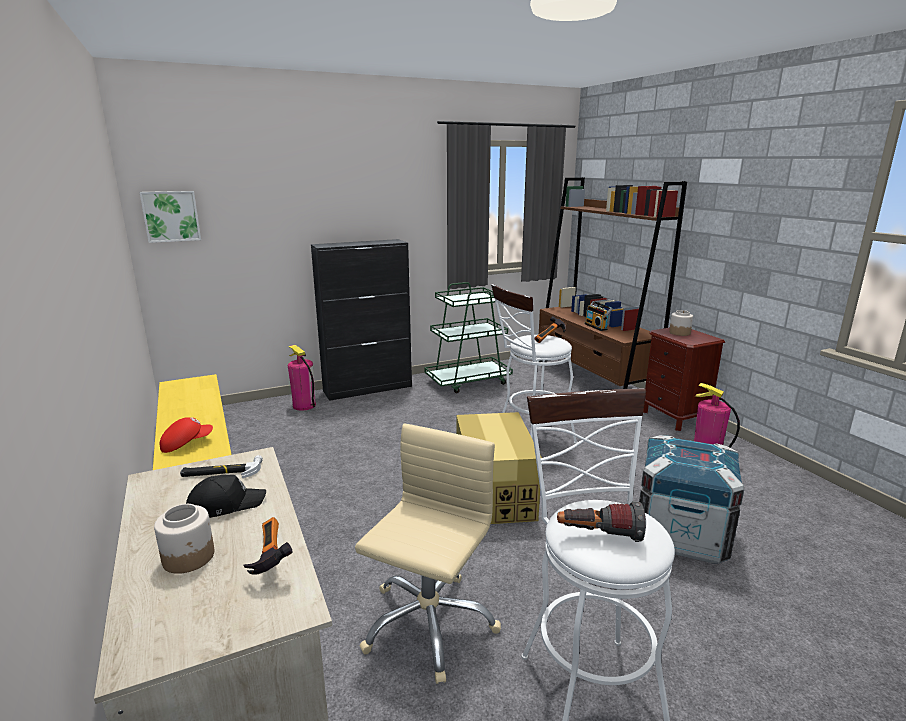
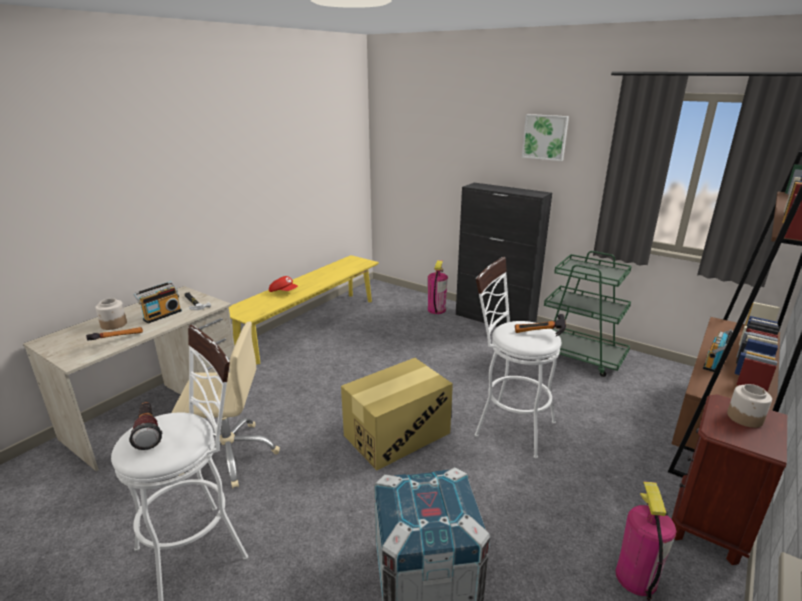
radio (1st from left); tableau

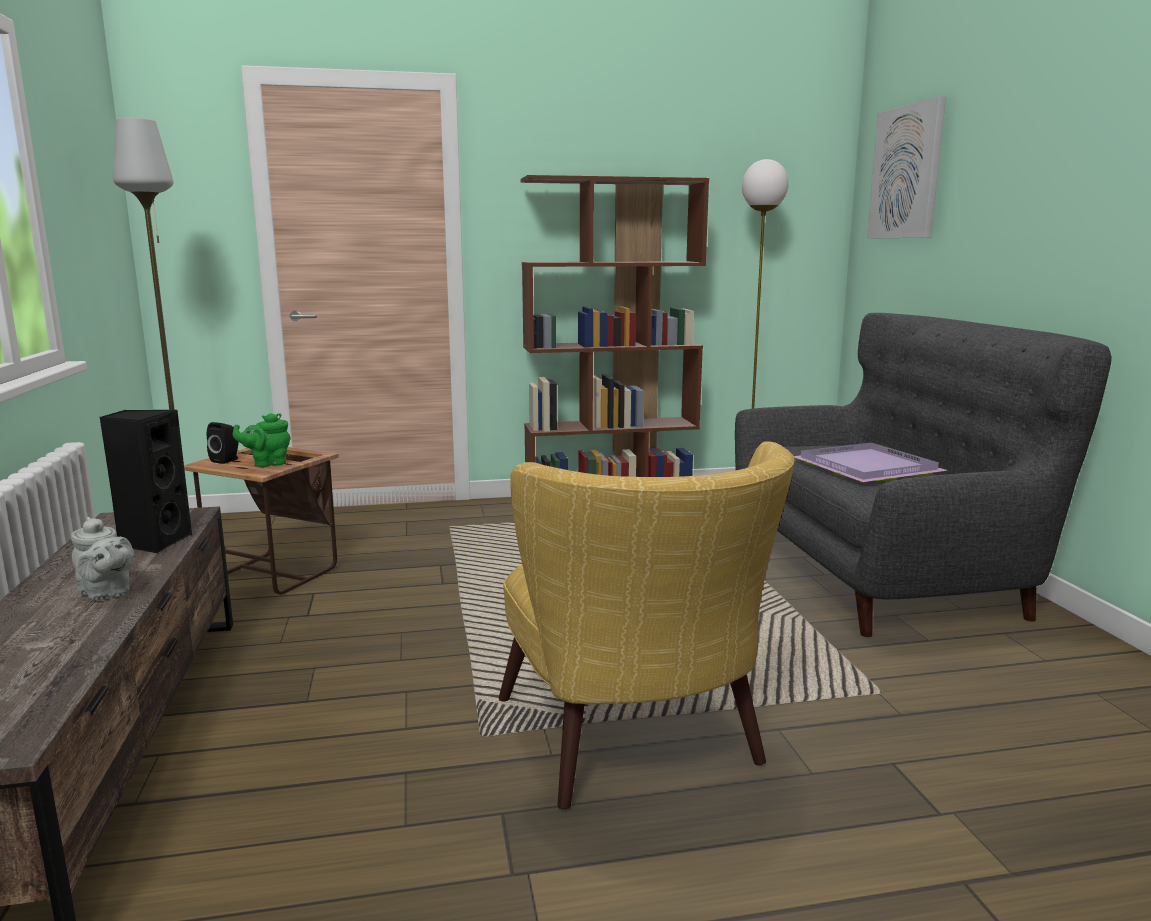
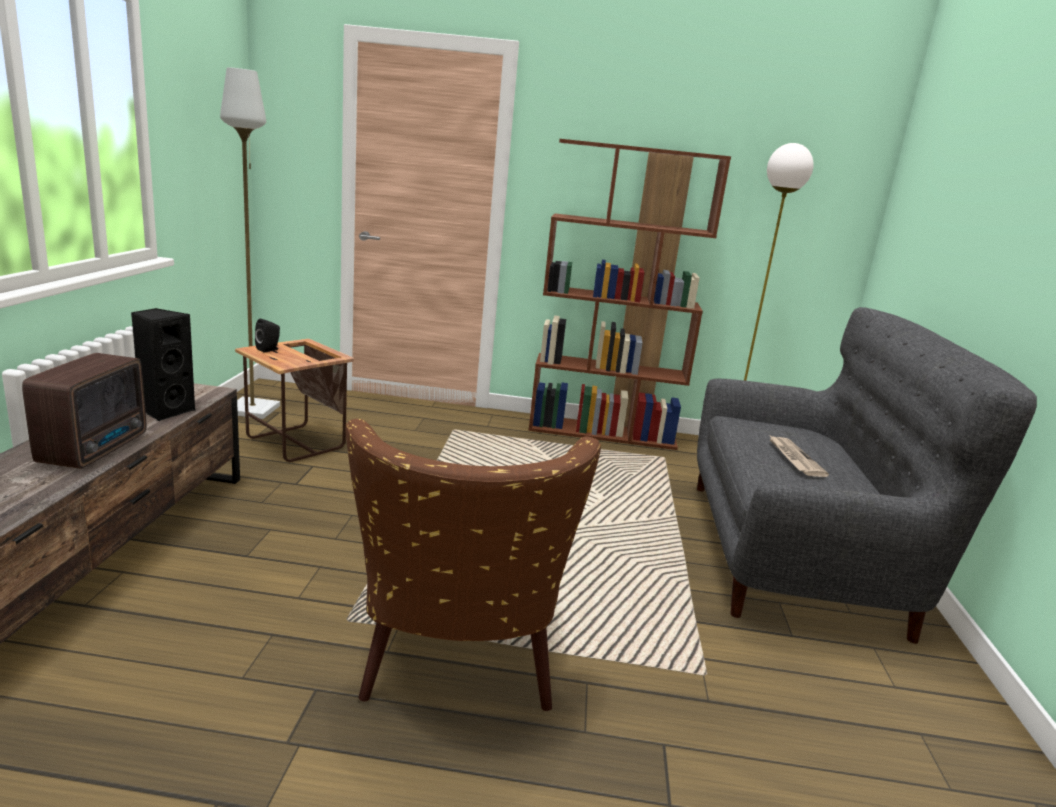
radio; fauteuil (marron); journal; théière (vert); tableau

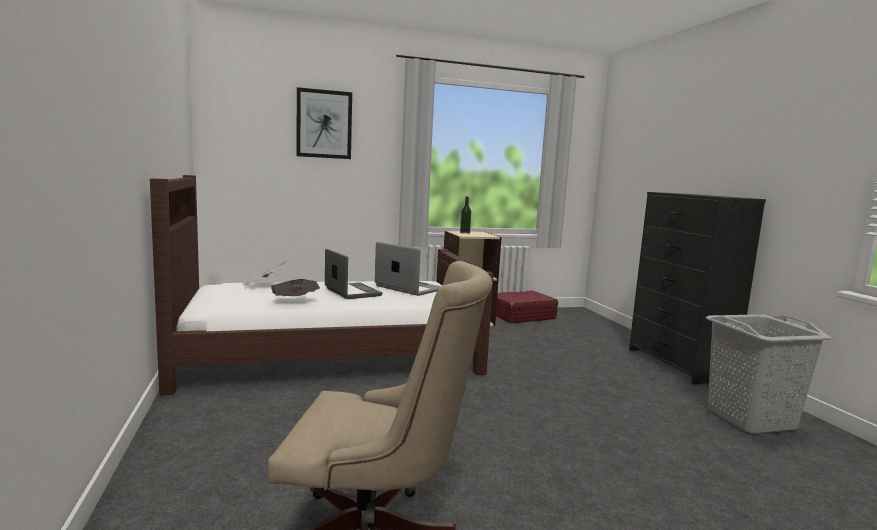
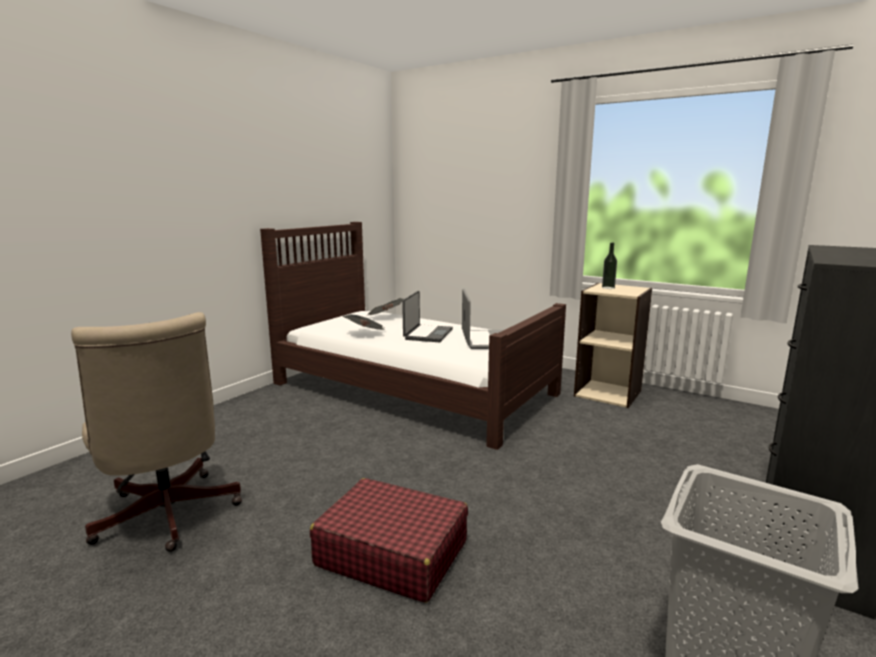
valise (rouge); tableau

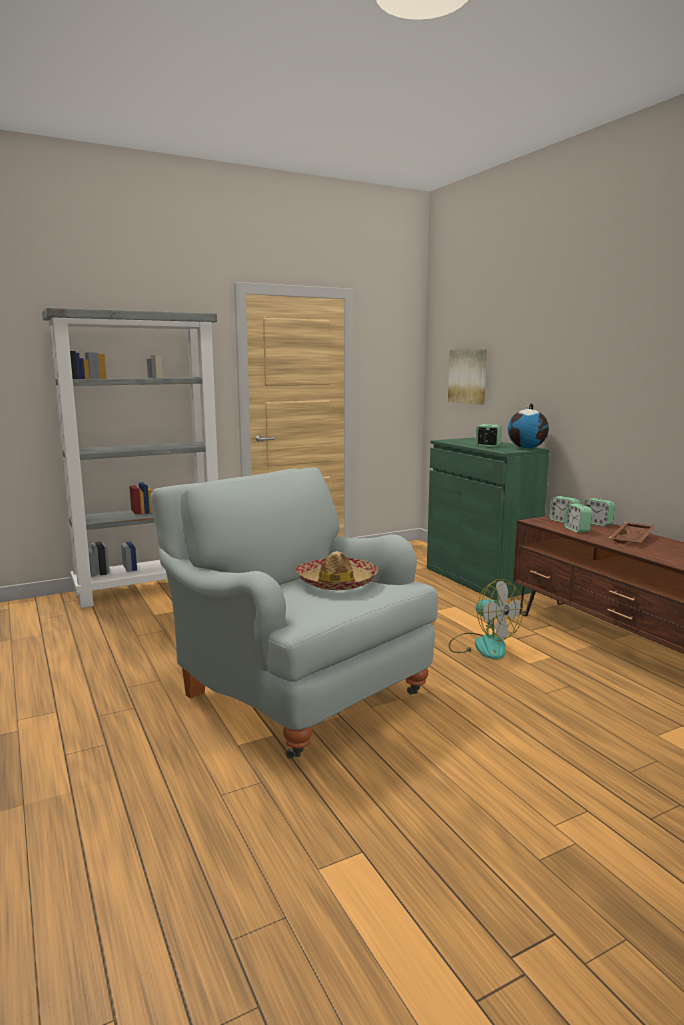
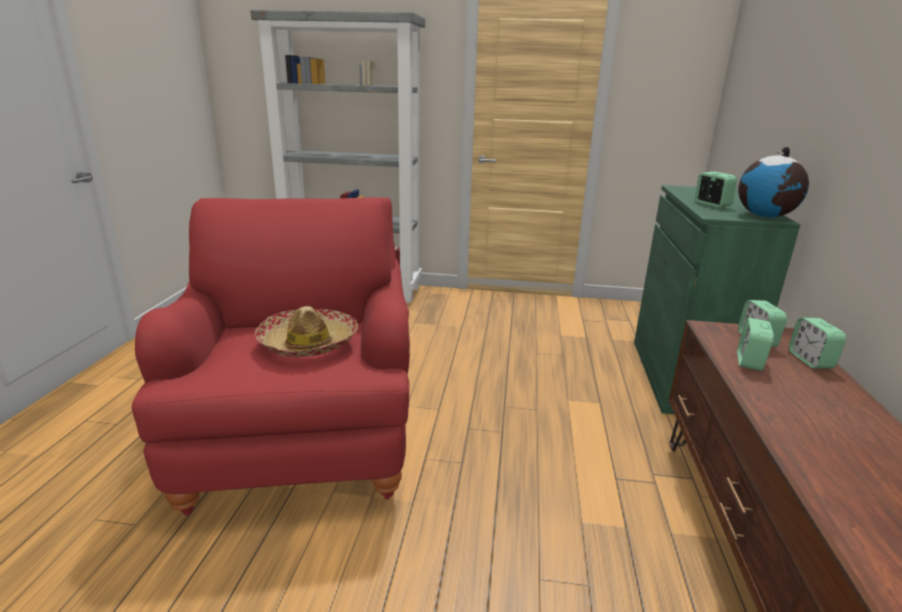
fauteuil (rouge); tableau; ventilateur; plateau (marron)

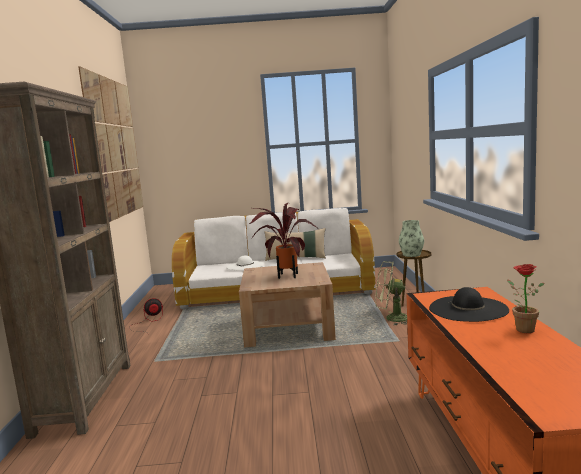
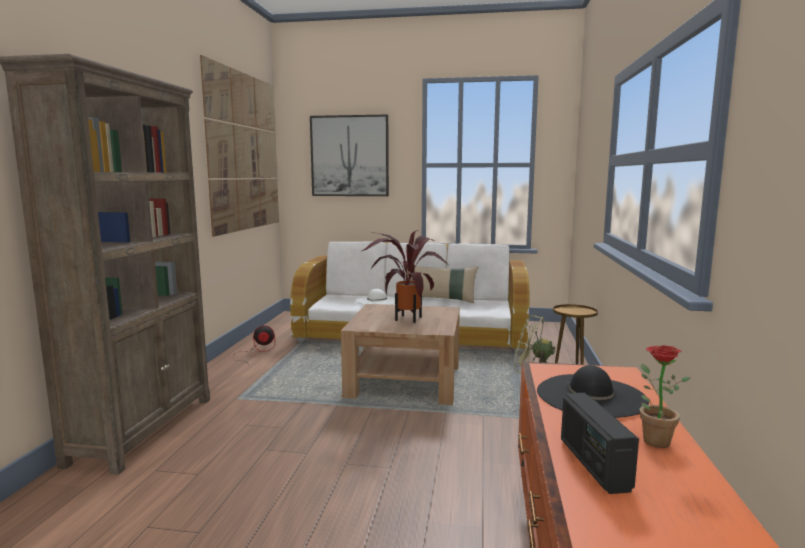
tableau (2nd from left); radio; vase

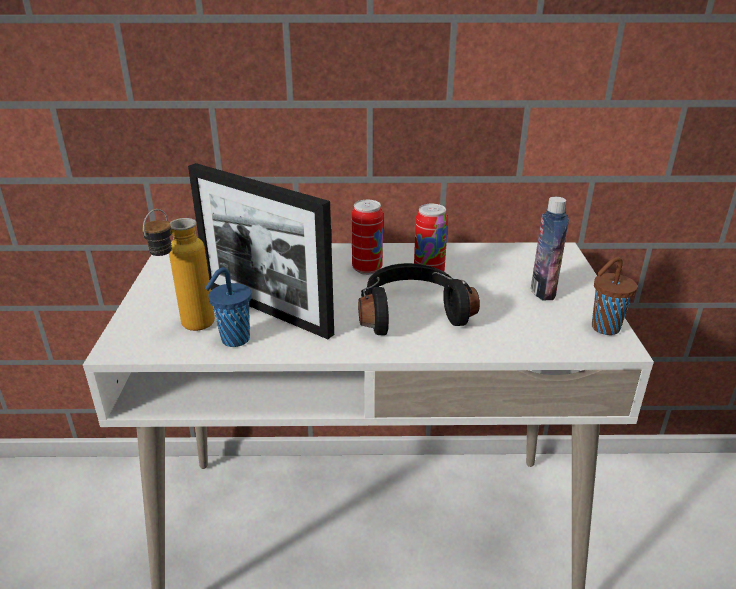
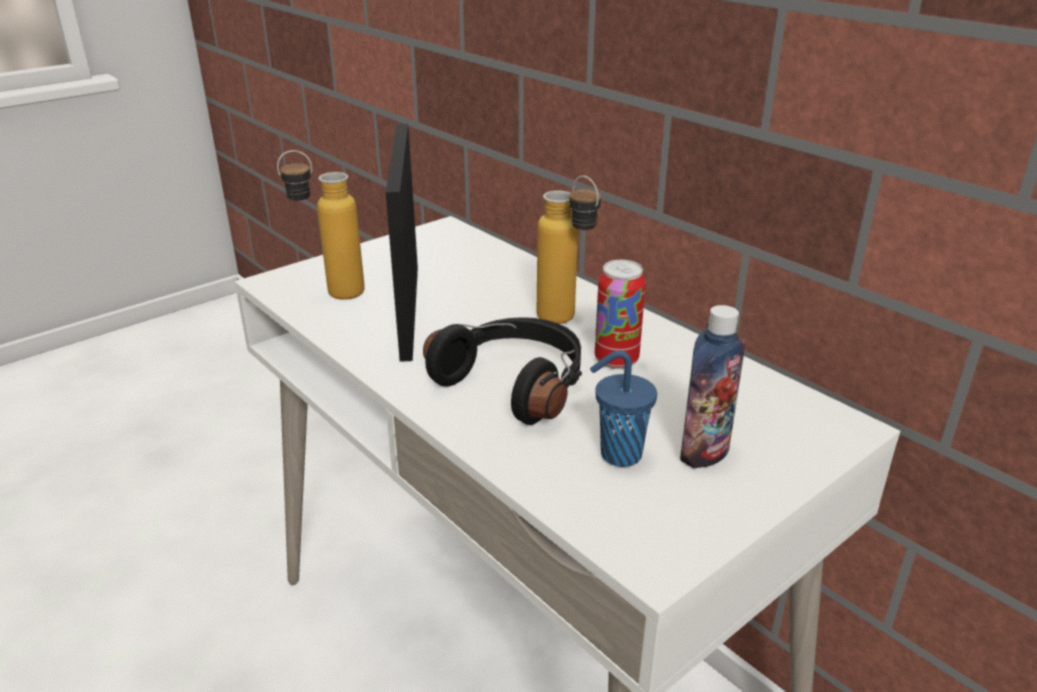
bouteille (2nd from left); tasse (bleu); tasse (marron)

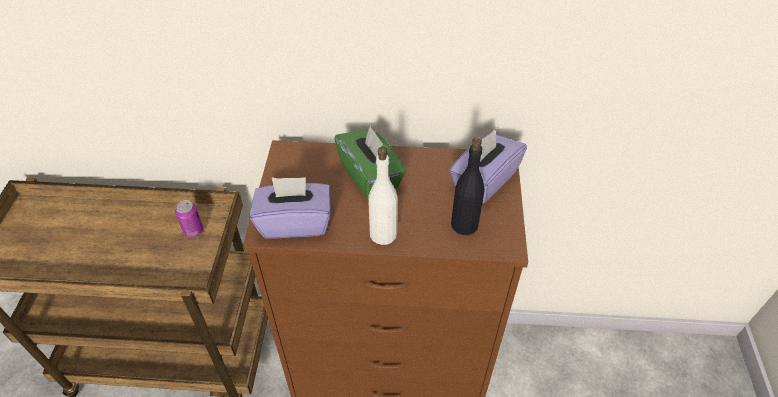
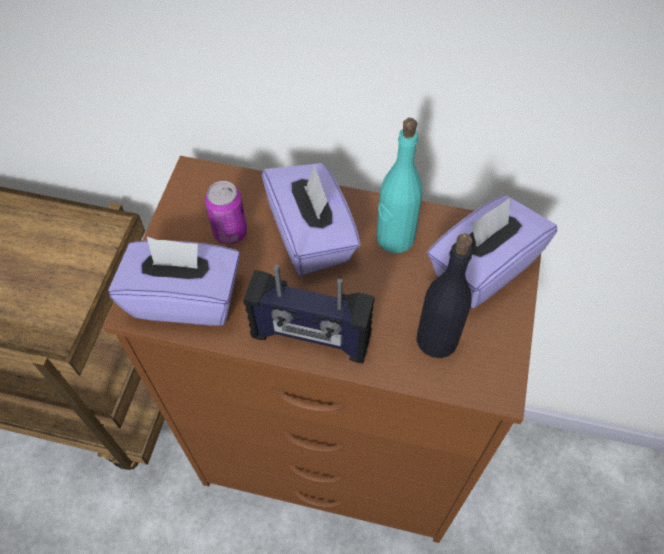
boîte métallique; radio; boîte à mouchoirs (violet) (2nd from left); bouteille (turquoise)

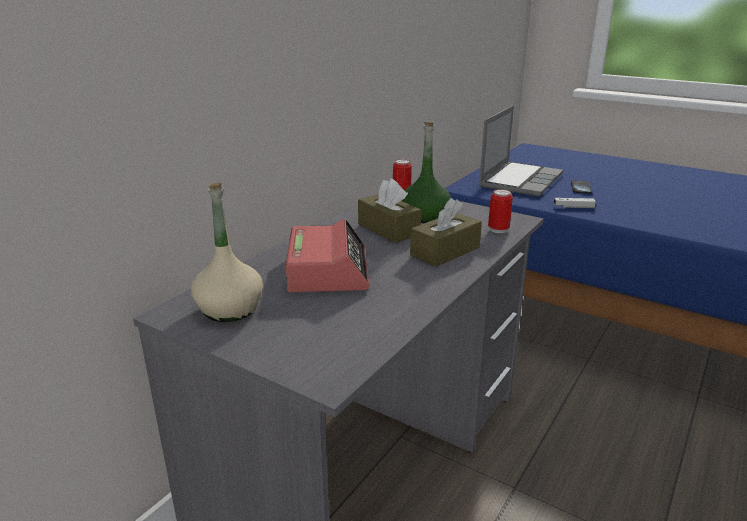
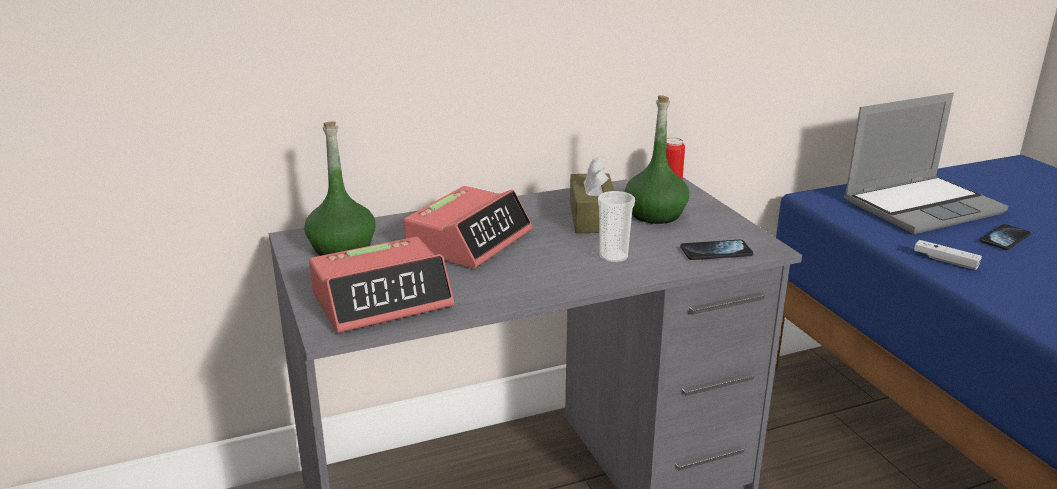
bouteille (vert) (1st from left); réveil (1st from left); tasse; téléphone (1st from left)

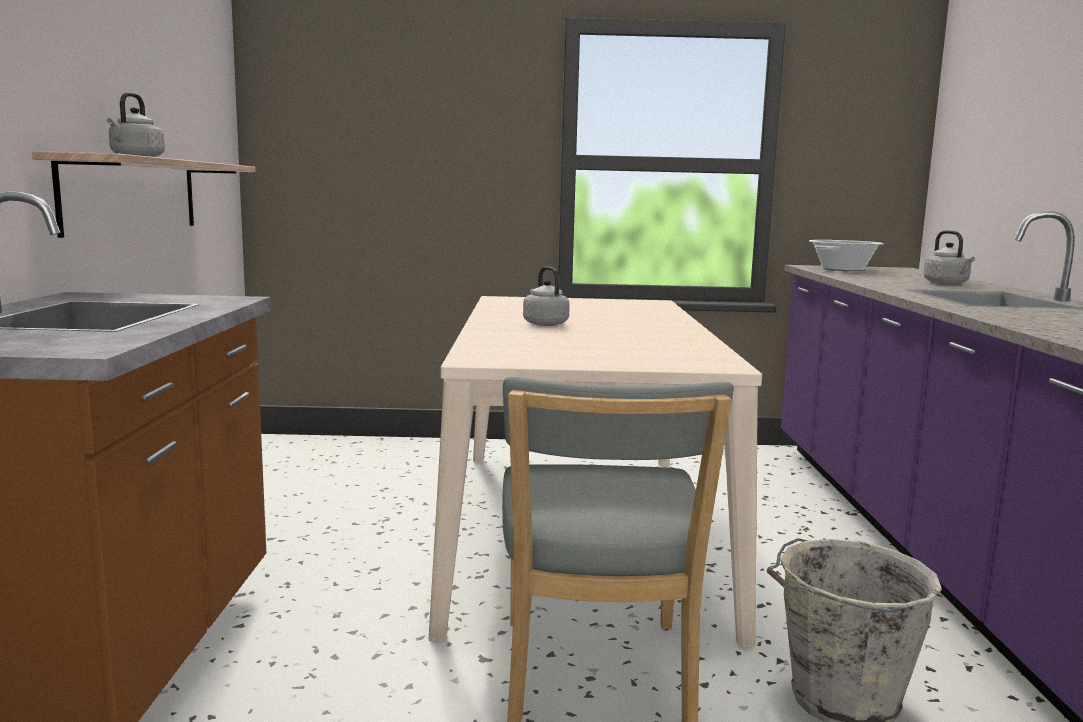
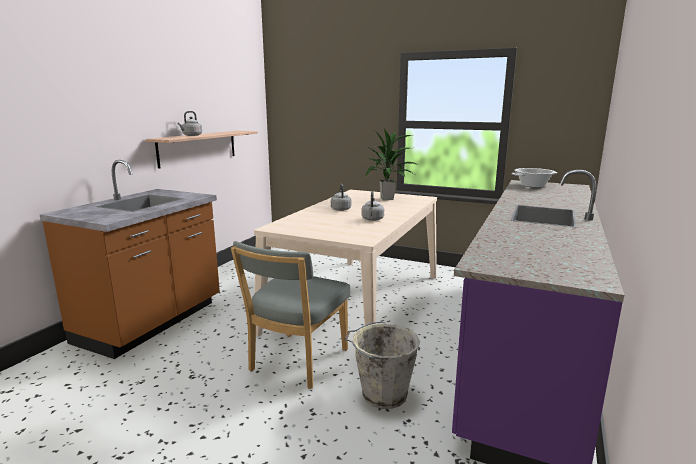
bouilloire (gris) (3rd from left); plante en pot

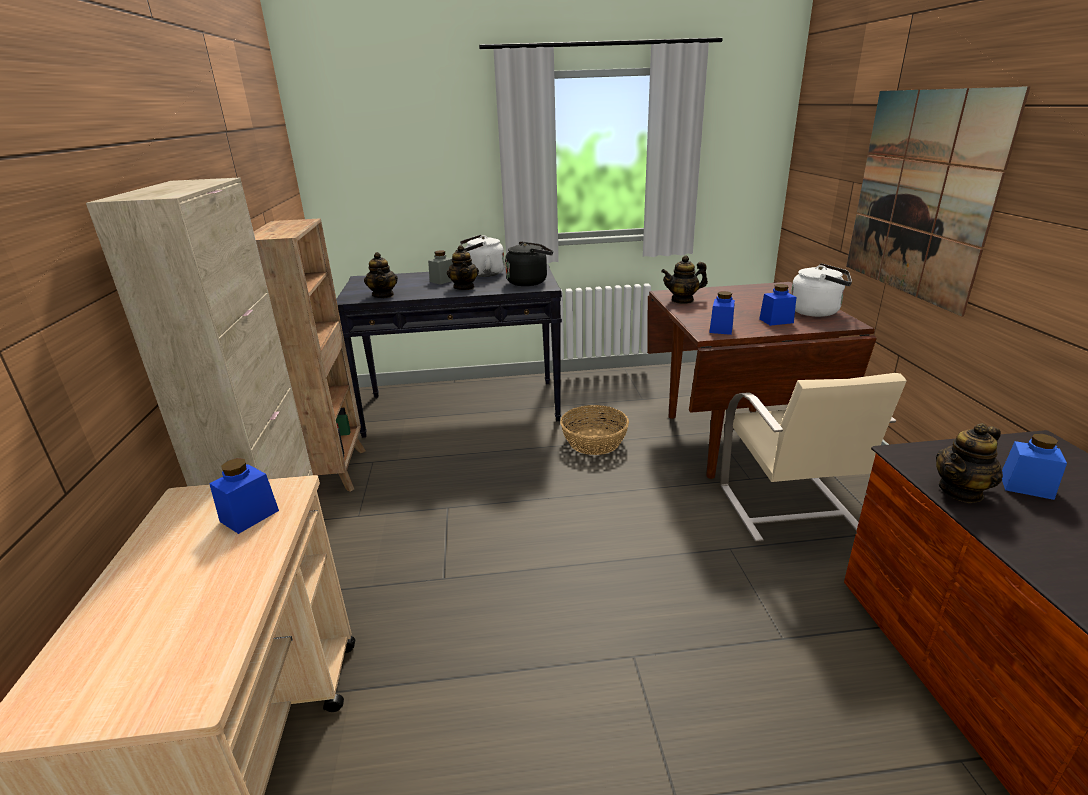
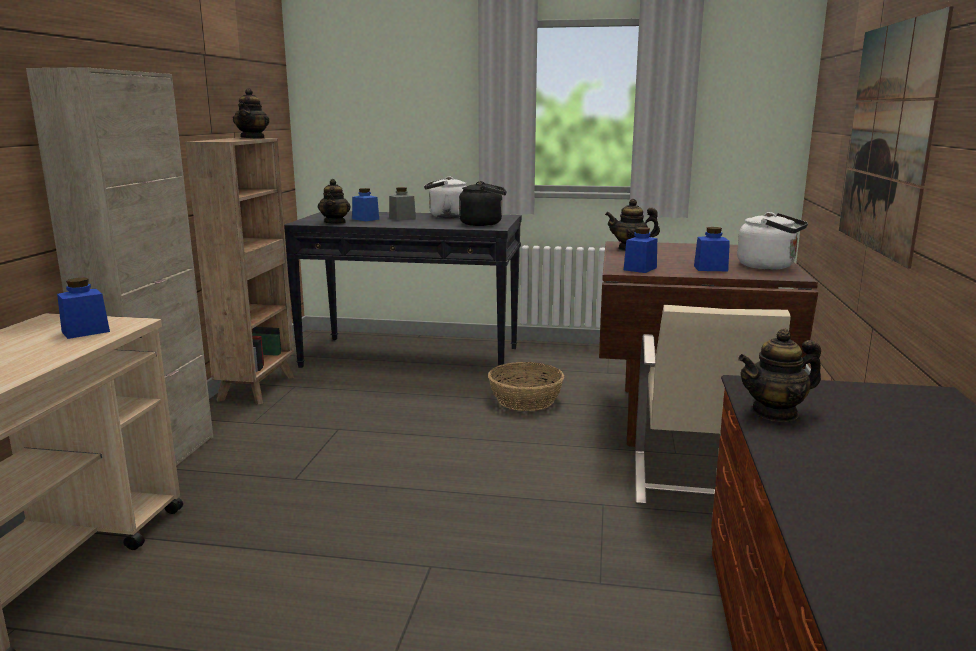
théière (1st from left); bocal (bleu) (2nd from left)

